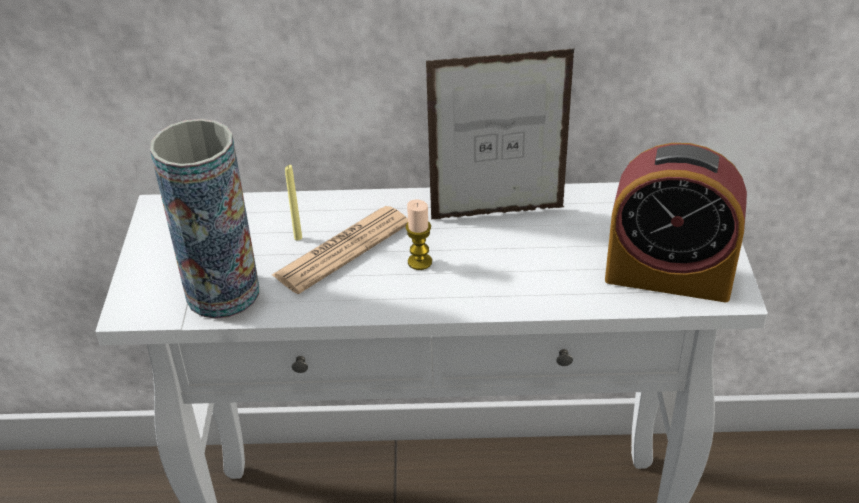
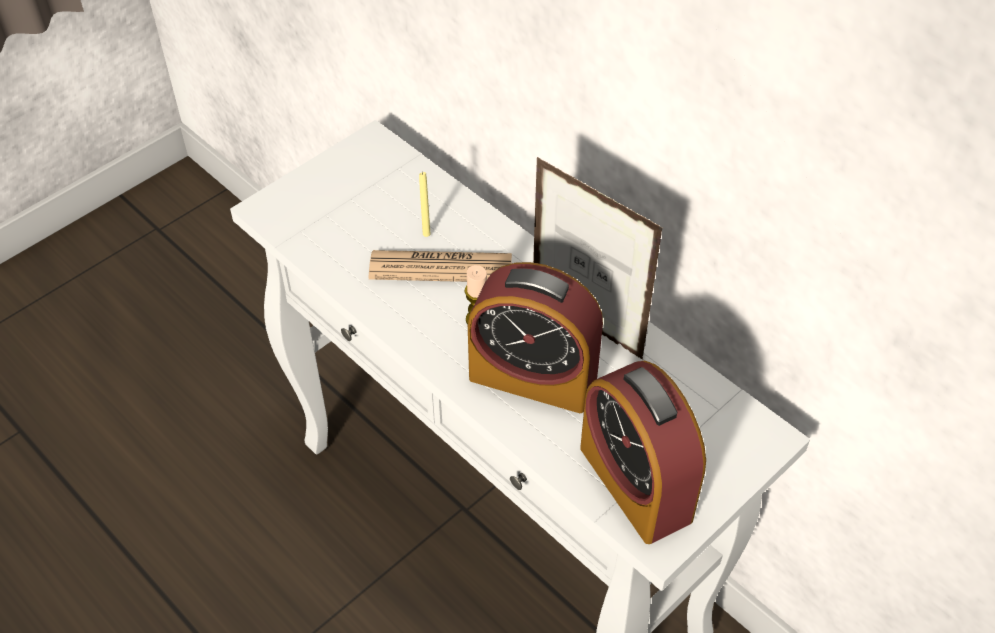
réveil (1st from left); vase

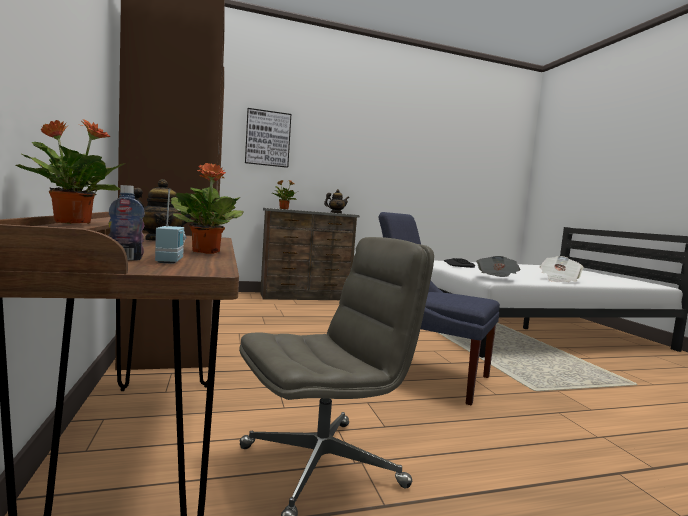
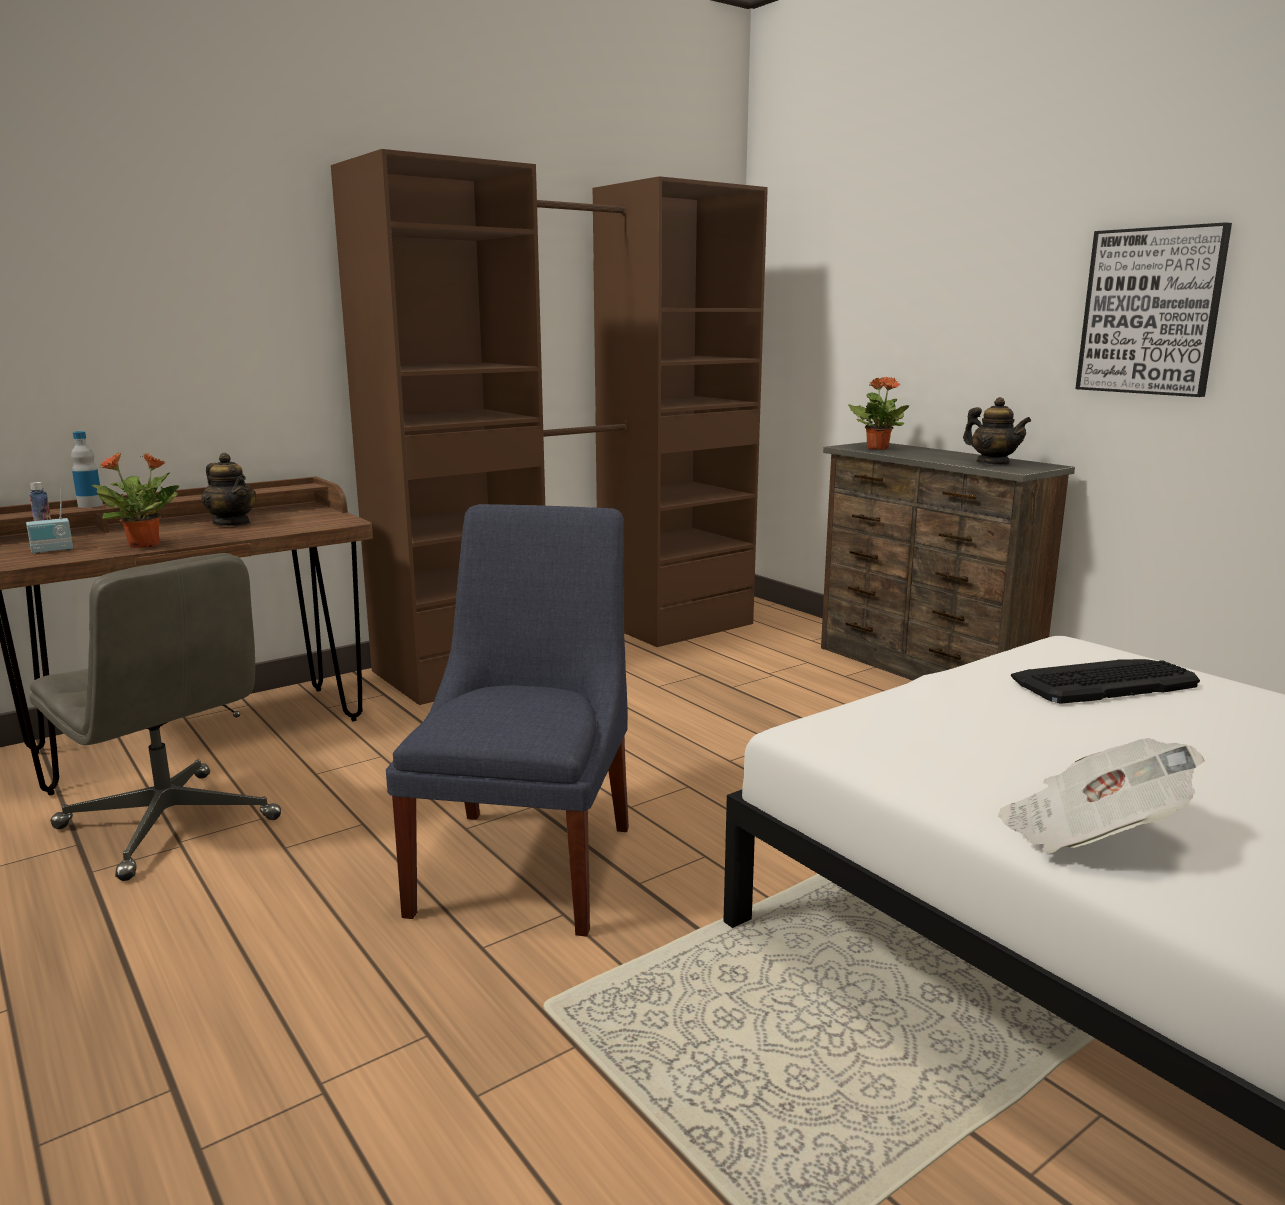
bouteille (2nd from left); tableau; journal (1st from left in the first image)

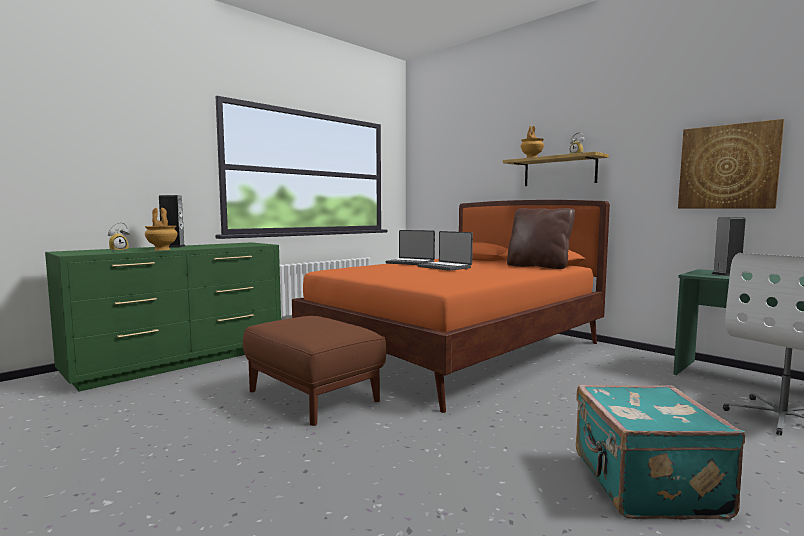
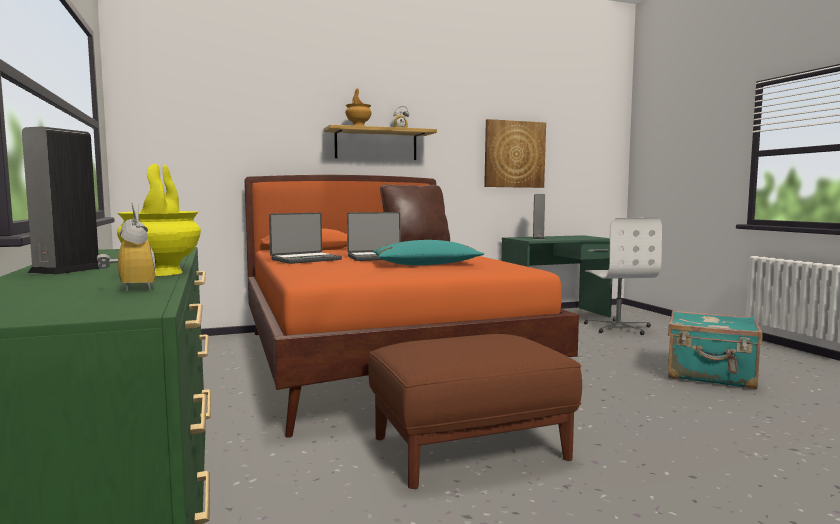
vase (jaune); coussin (turquoise)

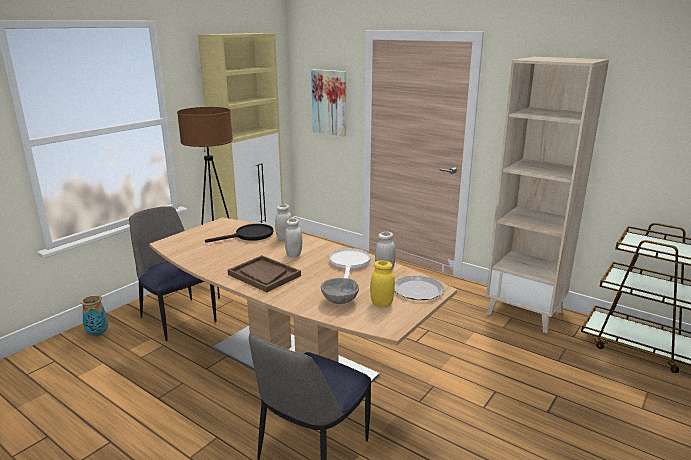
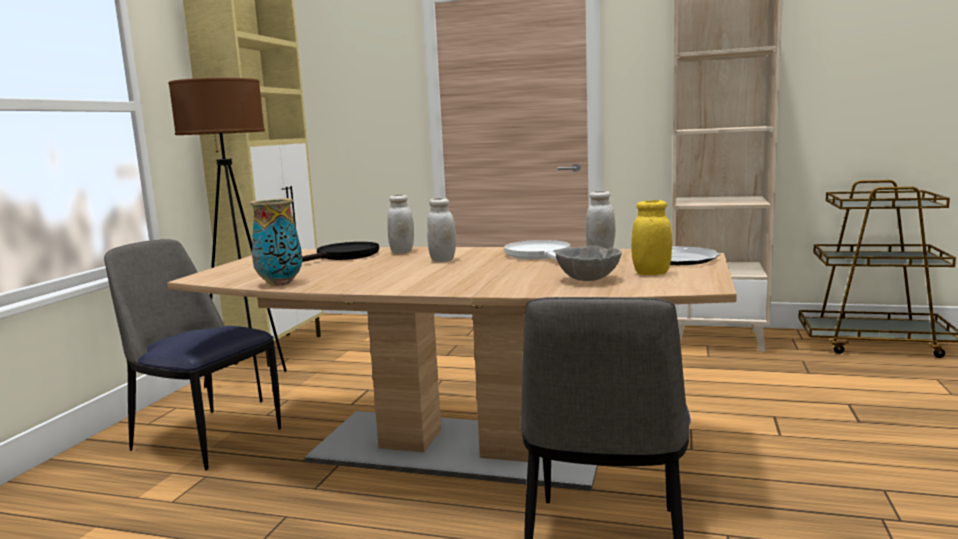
vase; plateau (marron); tableau

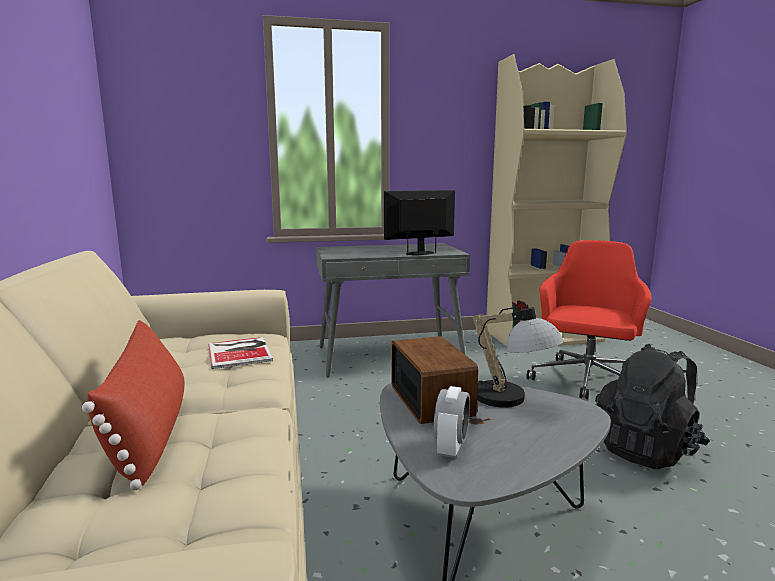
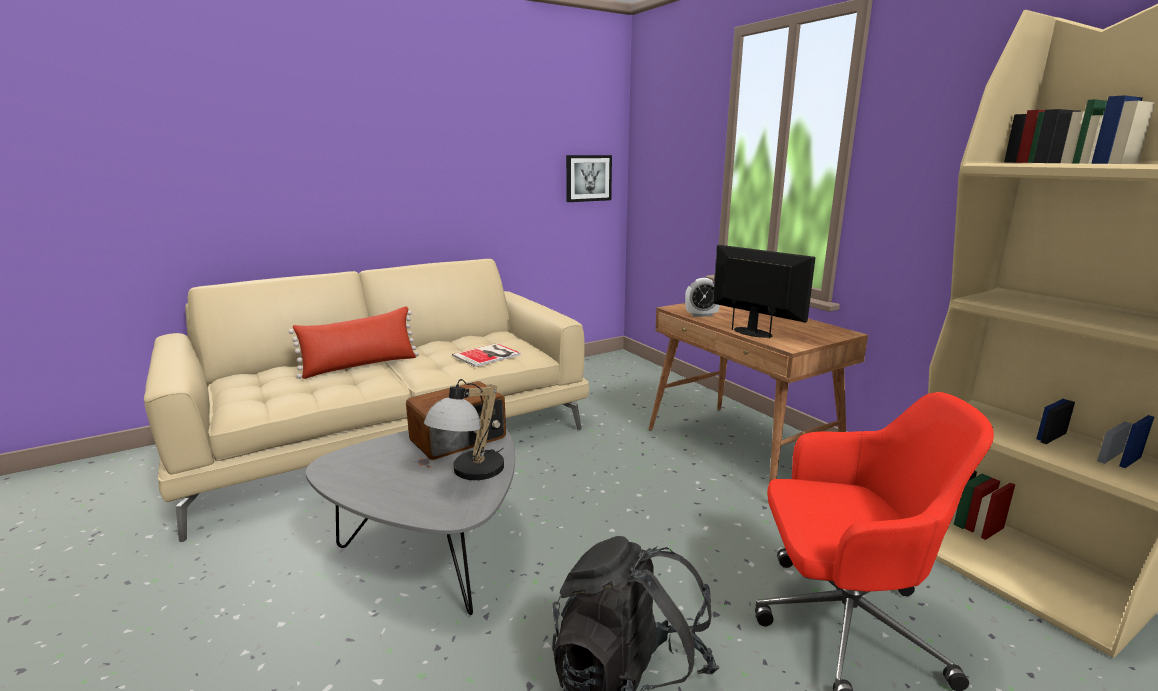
tableau; bureau (marron); réveil

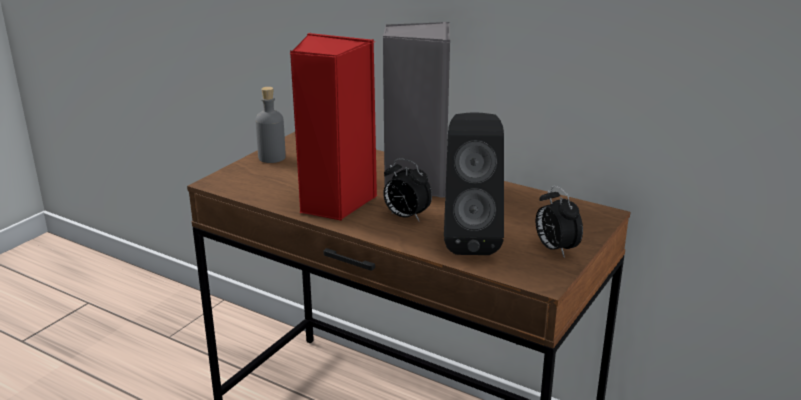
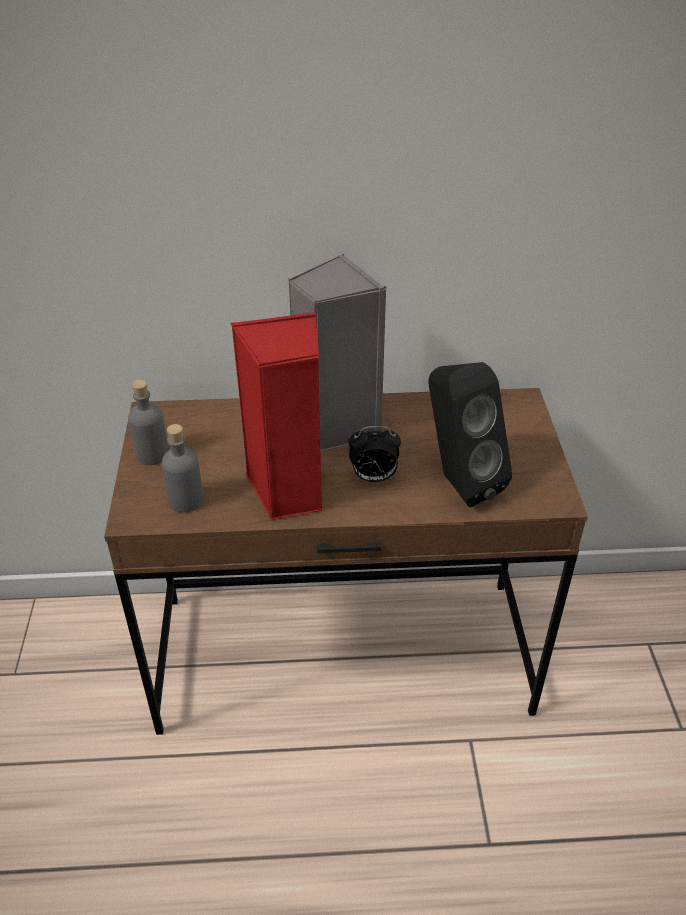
bouteille (gris) (2nd from left); réveil (2nd from left in the first image)

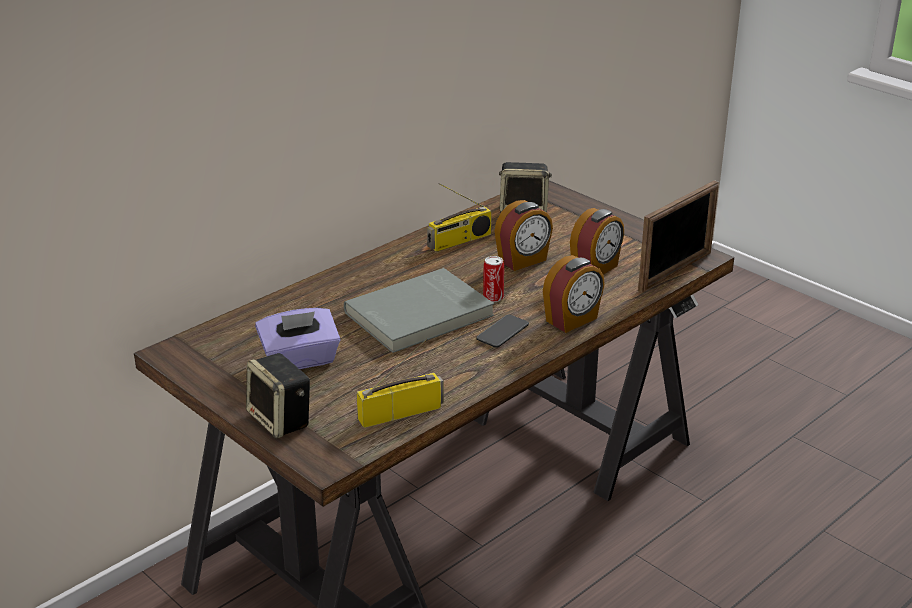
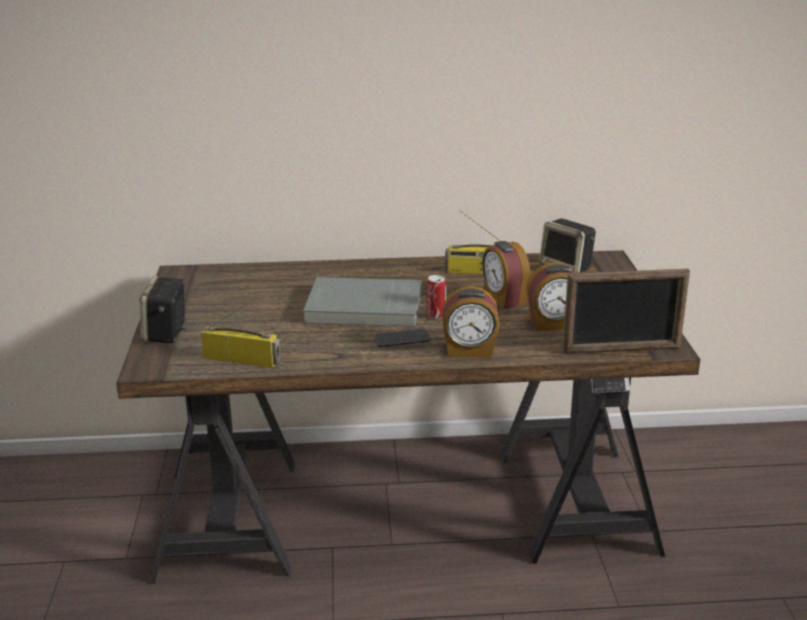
réveil (2nd from left); boîte à mouchoirs (violet)

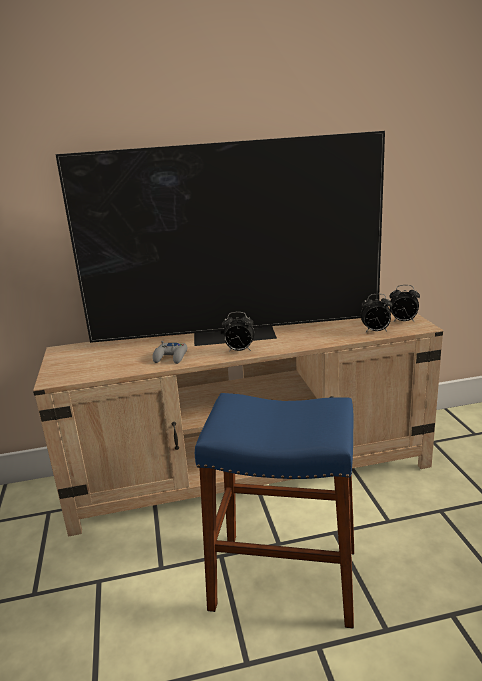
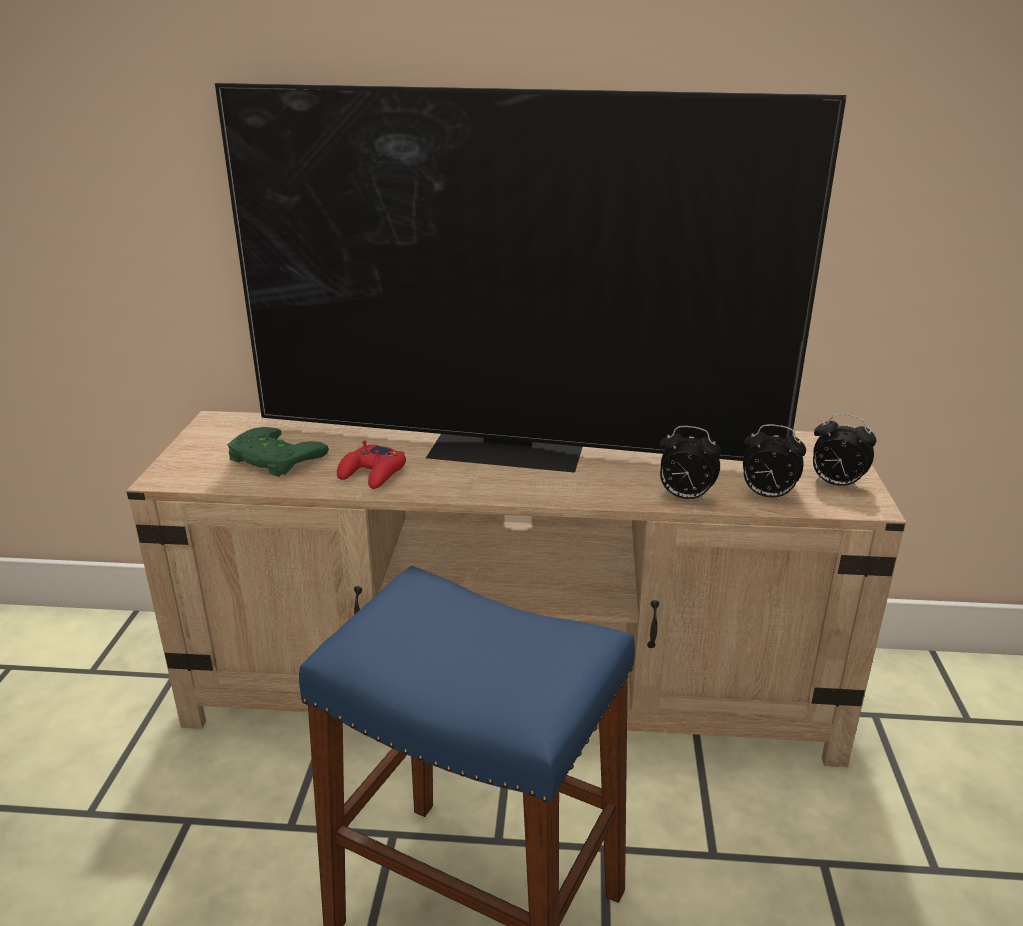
manette (vert); manette (rouge); réveil (1st from left)

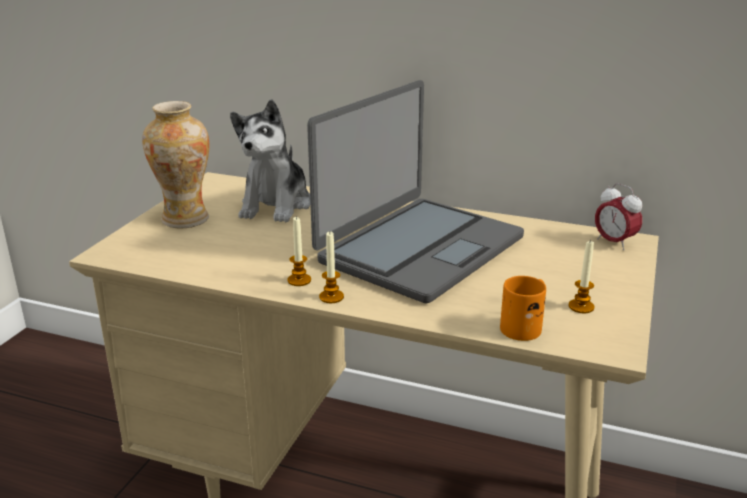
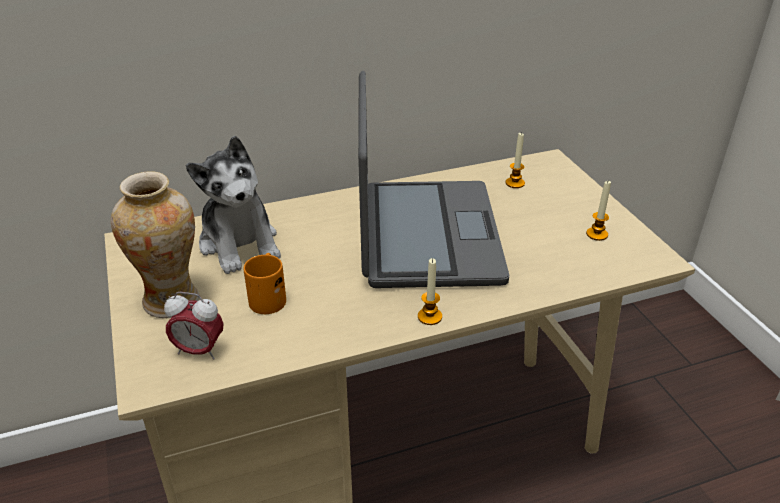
réveil; mug (orange); bougie (2nd from left)

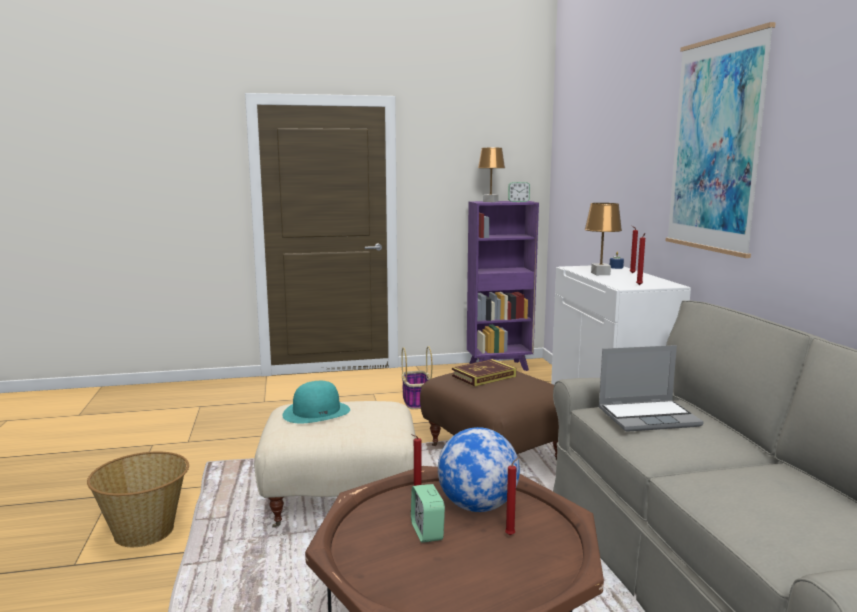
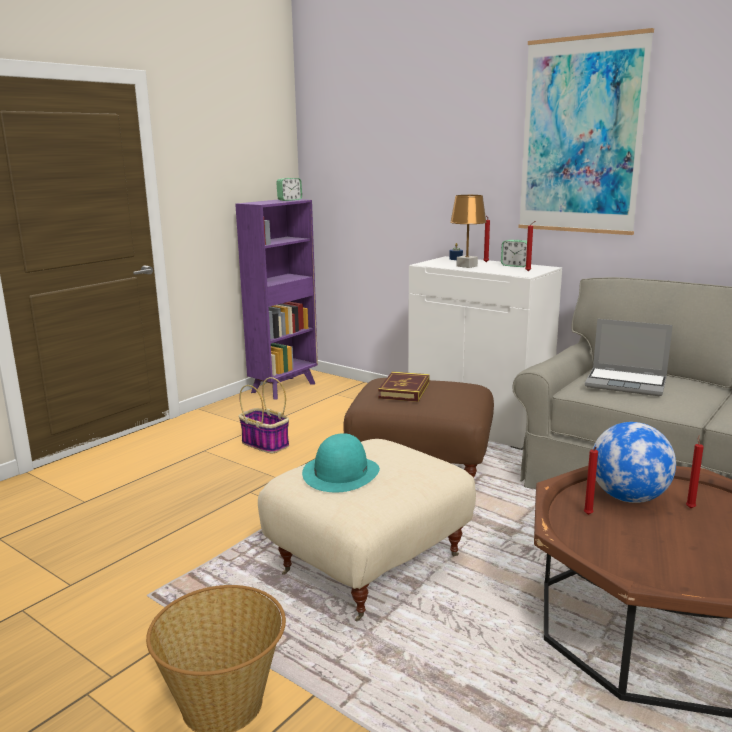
réveil (2nd from left); ordinateur portable; lampe de table (marron) (1st from left in the first image)

